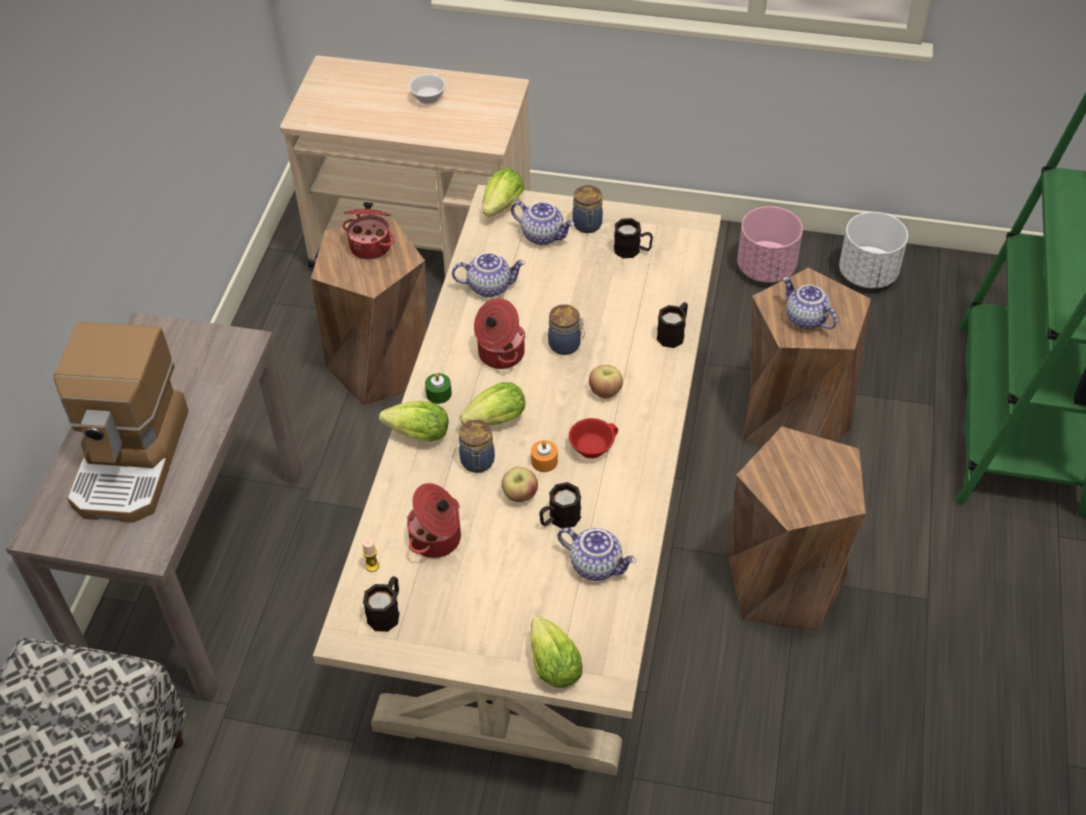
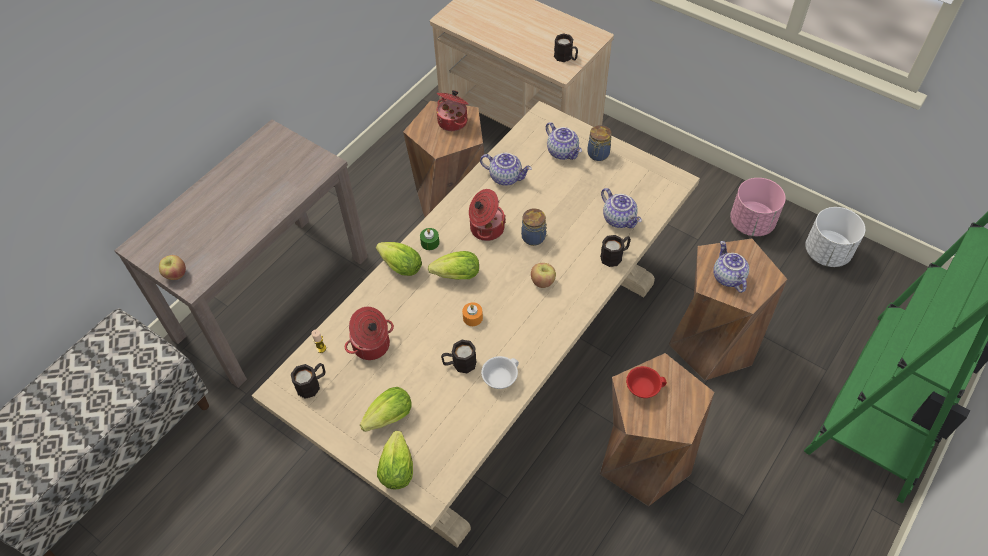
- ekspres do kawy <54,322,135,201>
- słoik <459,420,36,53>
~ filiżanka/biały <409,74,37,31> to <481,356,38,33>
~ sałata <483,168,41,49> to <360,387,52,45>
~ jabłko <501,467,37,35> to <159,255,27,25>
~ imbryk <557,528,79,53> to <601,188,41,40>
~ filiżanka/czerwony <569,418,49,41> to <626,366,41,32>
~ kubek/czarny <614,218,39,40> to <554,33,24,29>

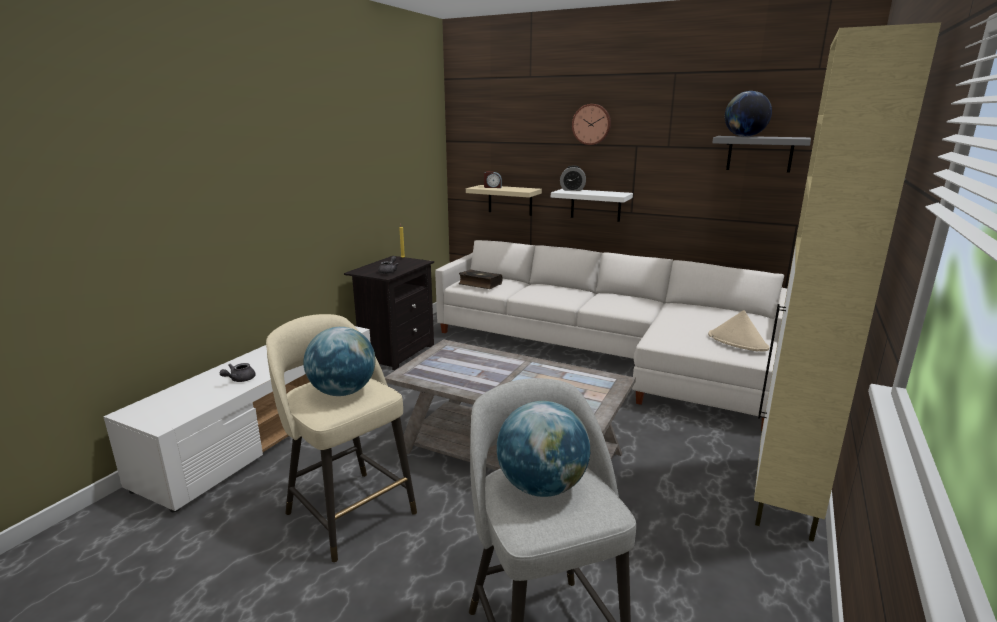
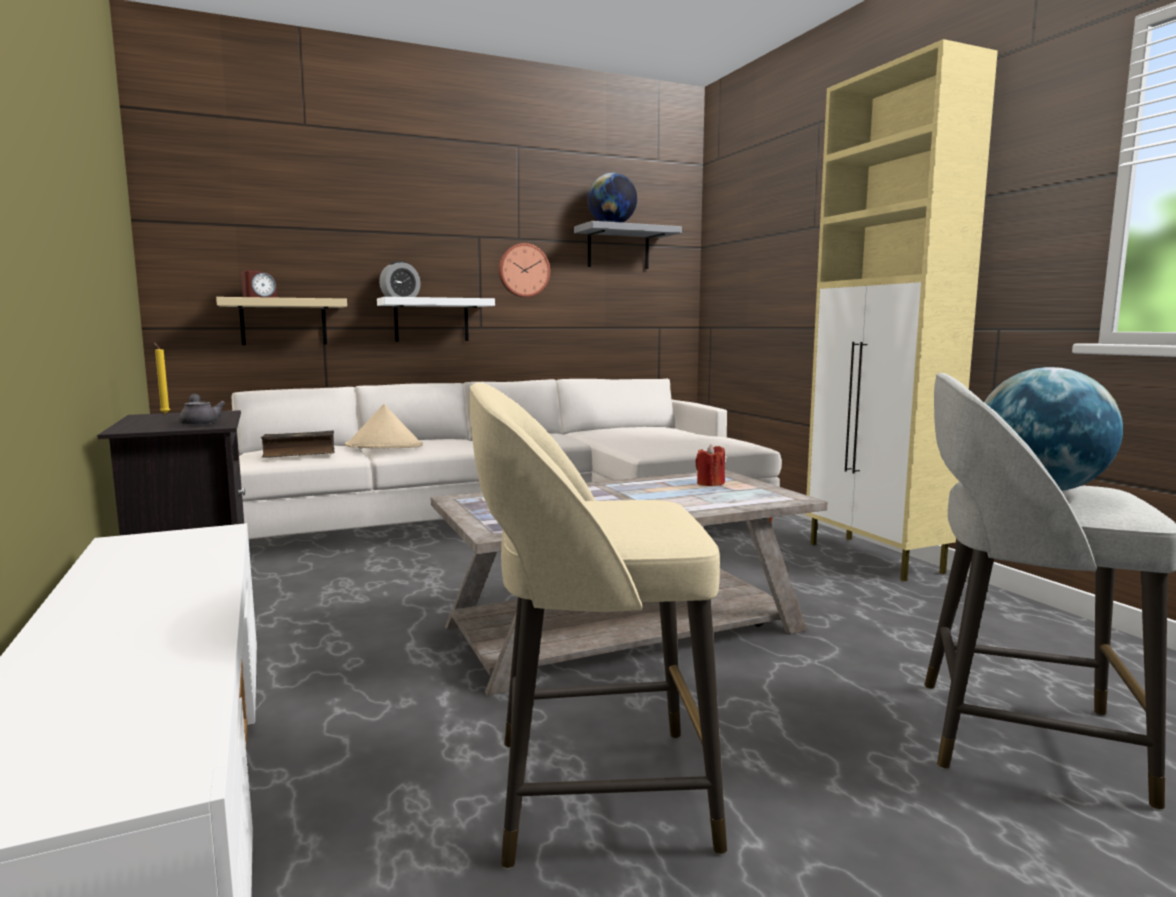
- imbryk/szary <220,363,36,19>
- globus <304,327,72,69>
+ świeca/czerwony <695,444,30,42>
~ zegar ścienny <572,104,39,41> to <499,243,51,54>
~ kapelusz/beżowy <708,310,62,41> to <345,404,78,44>

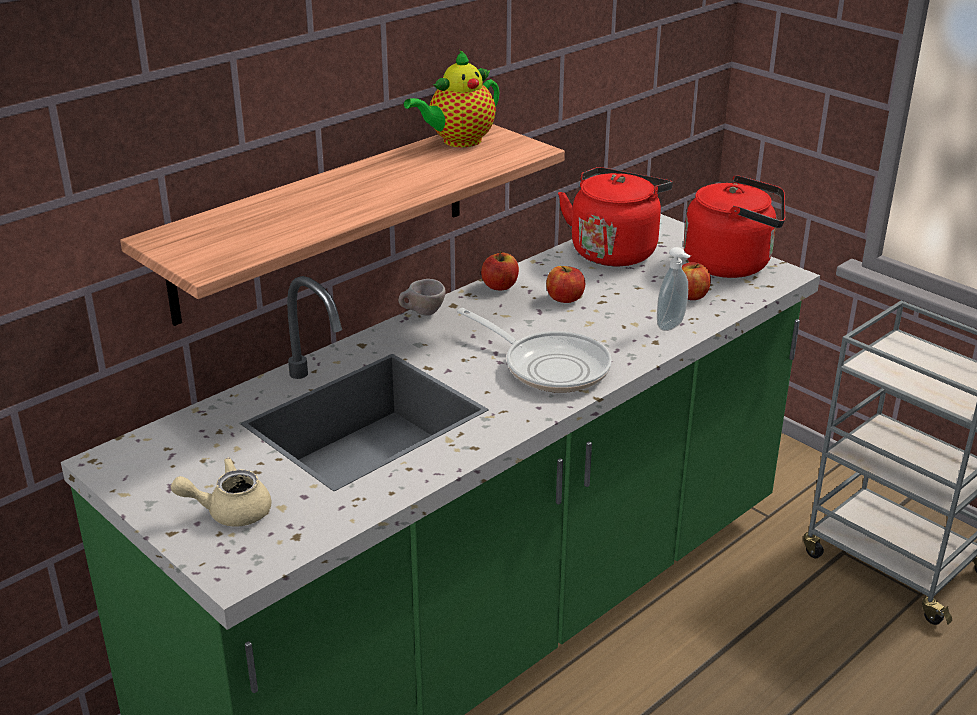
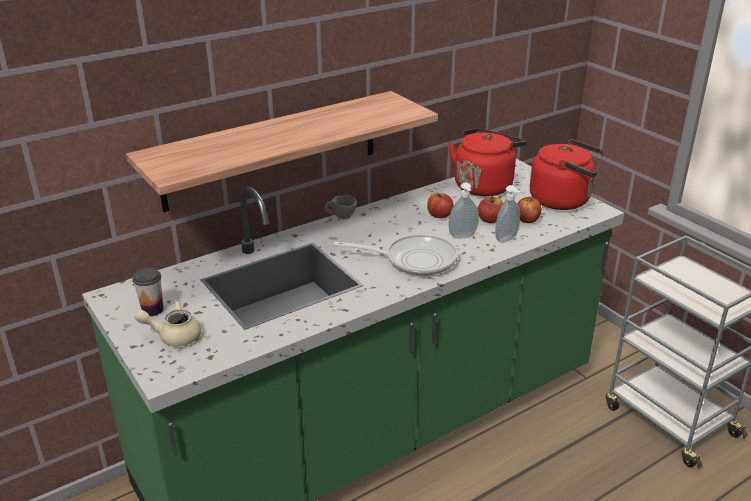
- imbryk <404,50,95,97>
+ filiżanka <132,268,31,48>
+ dozownik mydła <448,183,31,56>
~ jabłko <481,251,38,39> to <478,196,25,27>
~ patelnia <457,308,155,85> = <334,234,124,42> 45 degrees counterclockwise

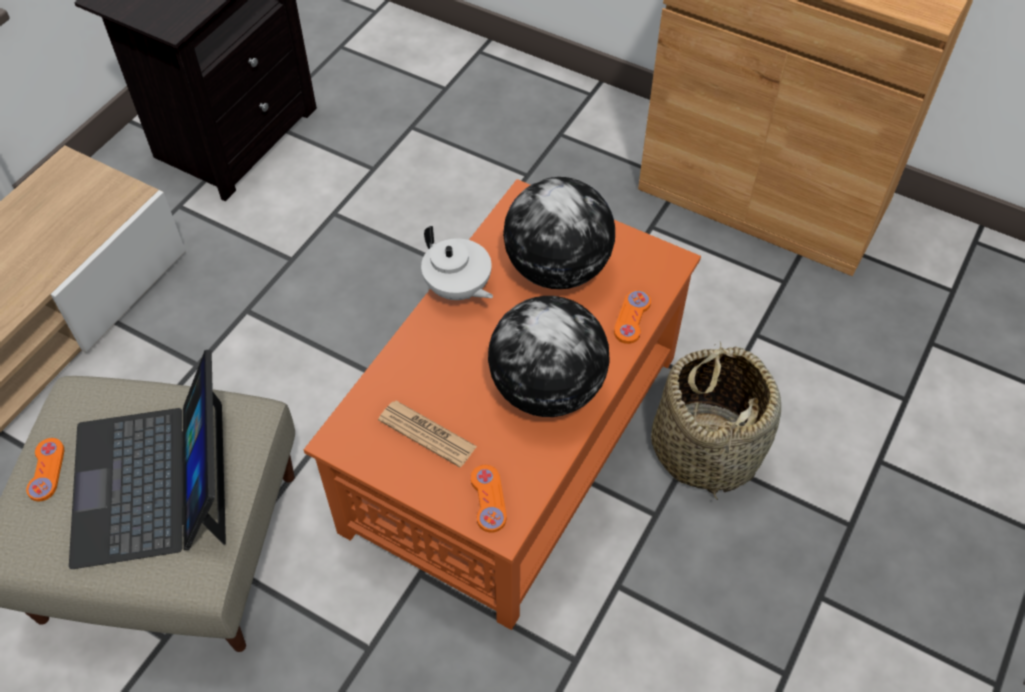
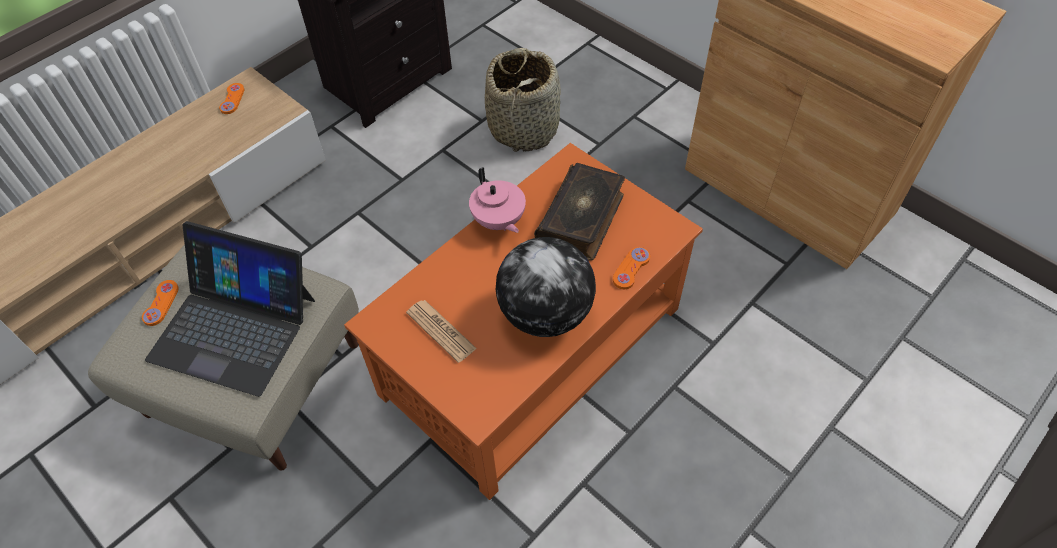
~ pad do gier/pomarańczowy <471,465,36,68> to <219,83,25,31>
~ koszyk <651,342,130,158> to <485,48,76,104>
~ globus <503,177,112,112> to książka <534,163,91,98>
~ imbryk/biały <421,226,72,74> to imbryk/różowy <469,167,57,66>
~ laptop <69,350,157,219> = <145,221,170,176> 75 degrees counterclockwise

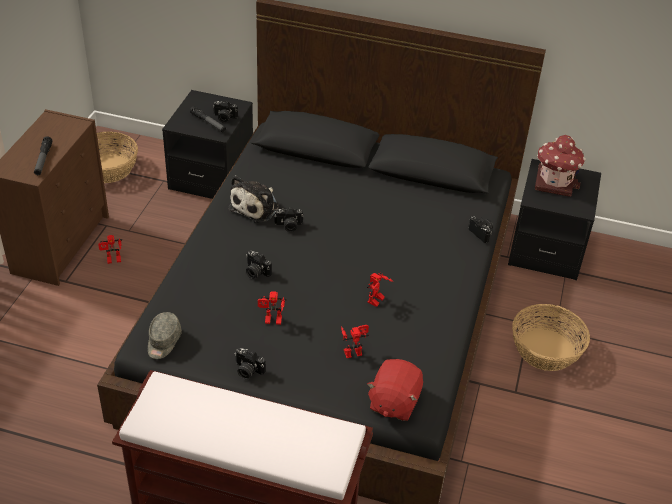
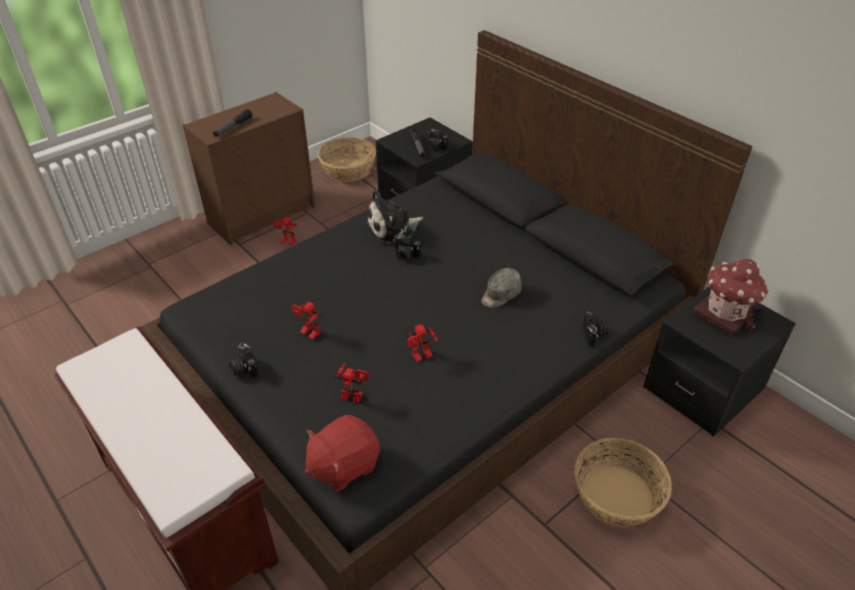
- aparat fotograficzny <246,250,26,29>
~ czapka z daszkiem/szary <148,312,34,47> to <481,268,40,40>

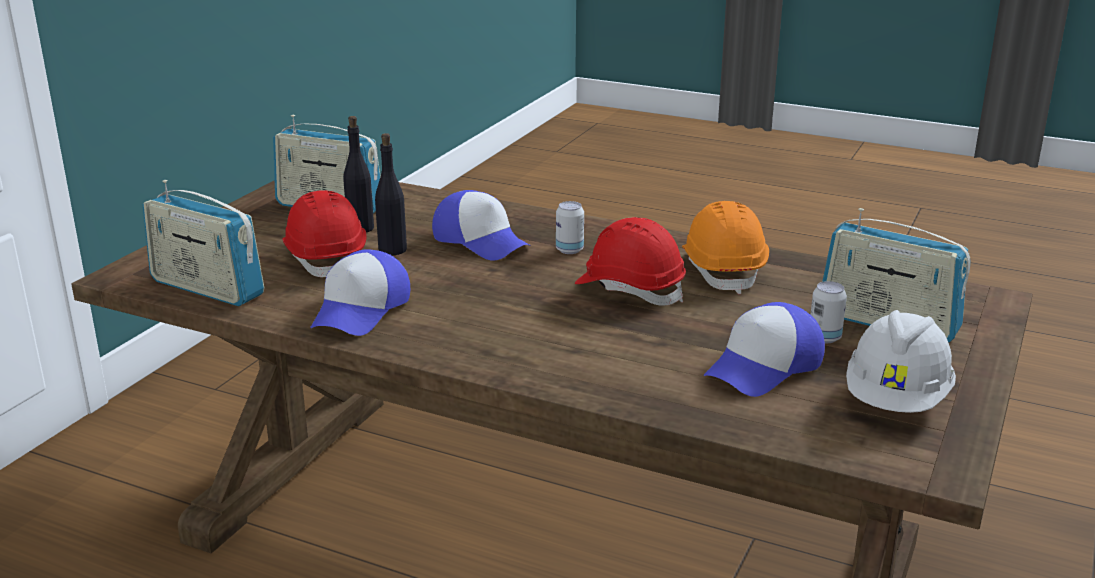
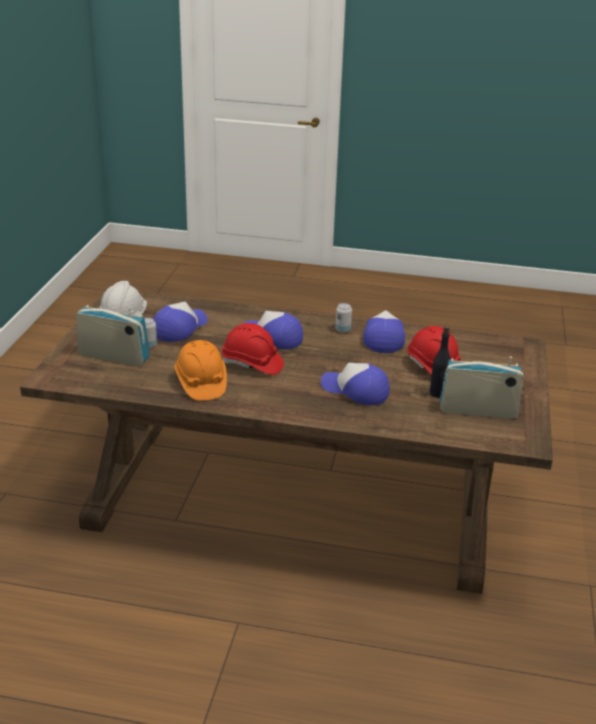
- radio <143,180,121,126>
- butelka/czarny <375,133,32,122>
+ czapka z daszkiem <244,311,59,38>
~ puszka <556,201,28,53> to <335,303,17,30>

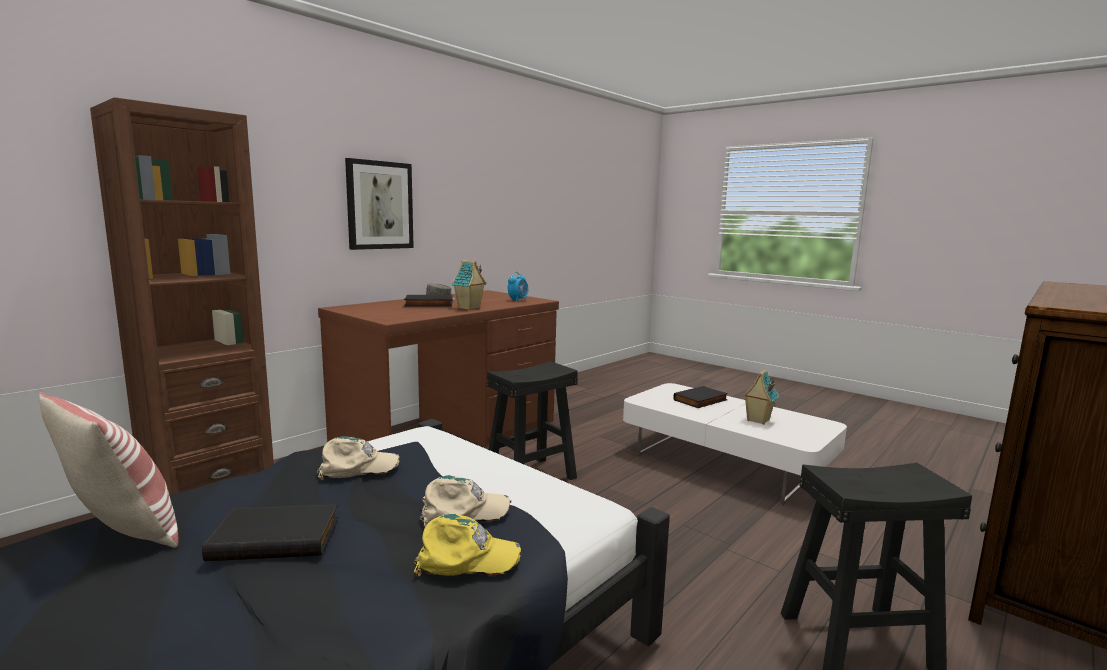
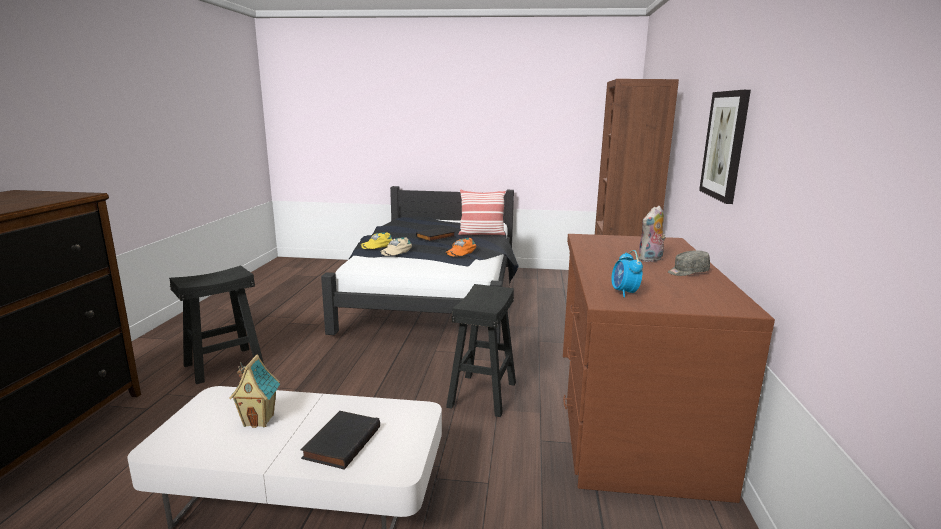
- domek <451,260,36,50>
~ książka/czarny <404,295,49,11> to pluszak <638,206,28,56>
~ czapka z daszkiem/beżowy <317,436,83,44> to czapka z daszkiem/pomarańczowy <446,238,30,18>

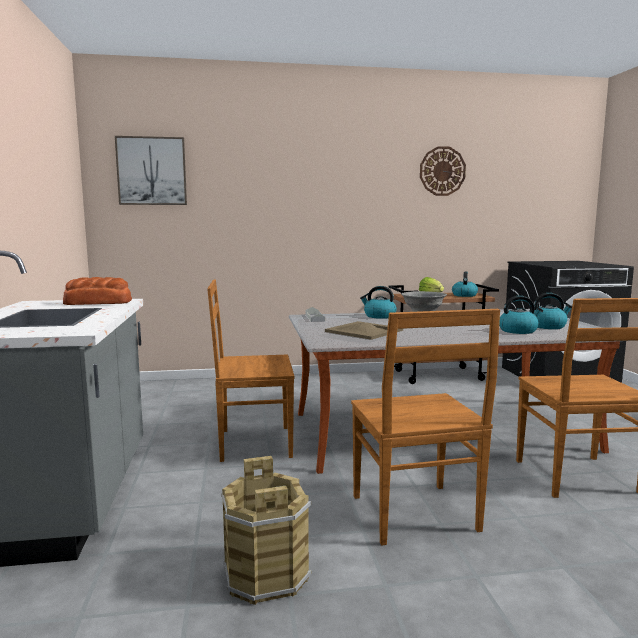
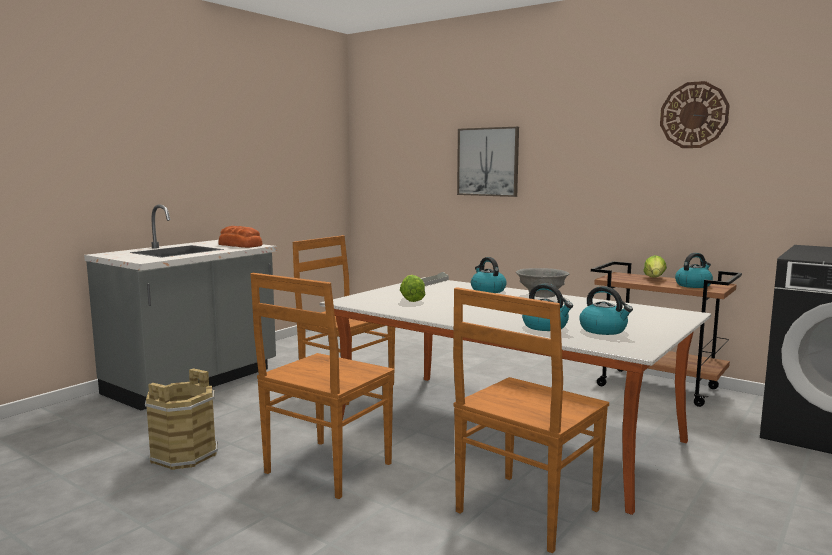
~ obraz <115,136,72,69> to <457,127,62,70>
~ taca/beżowy <325,321,78,19> to sałata <400,275,25,27>

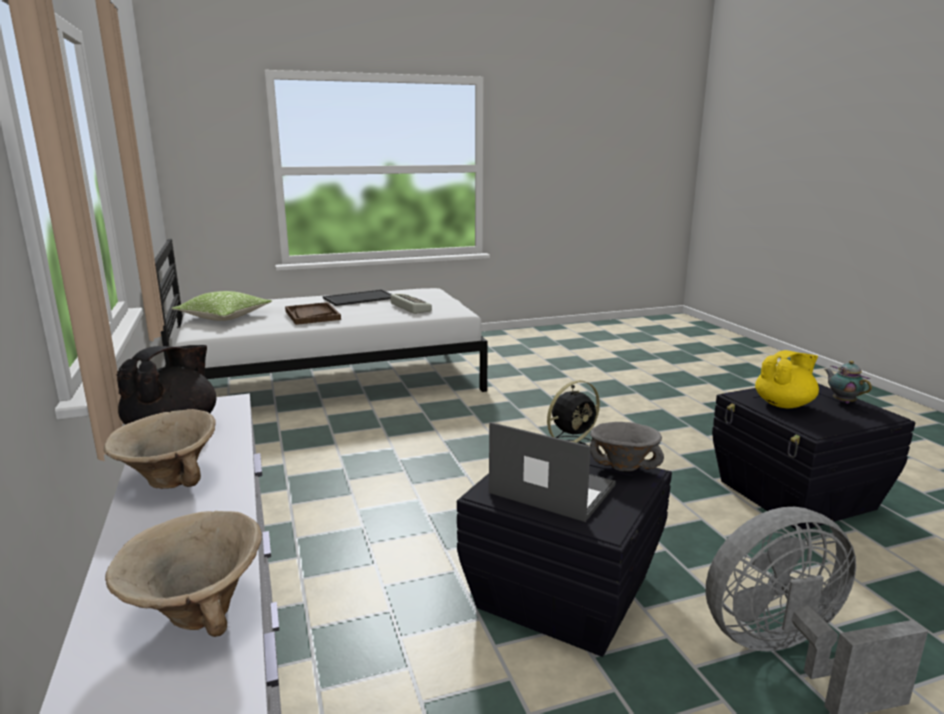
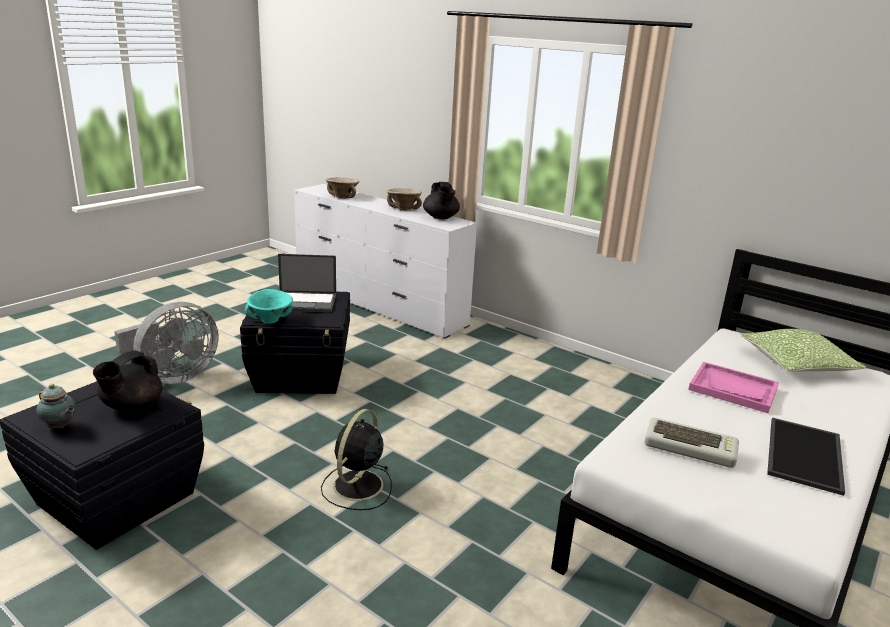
~ taca/brązowy <285,302,56,23> to taca/różowy <688,362,91,51>
~ miska/szary <590,422,74,49> to miska/turkusowy <245,289,48,35>
~ imbryk/żółty <755,350,64,58> to imbryk/czarny <93,350,70,62>

